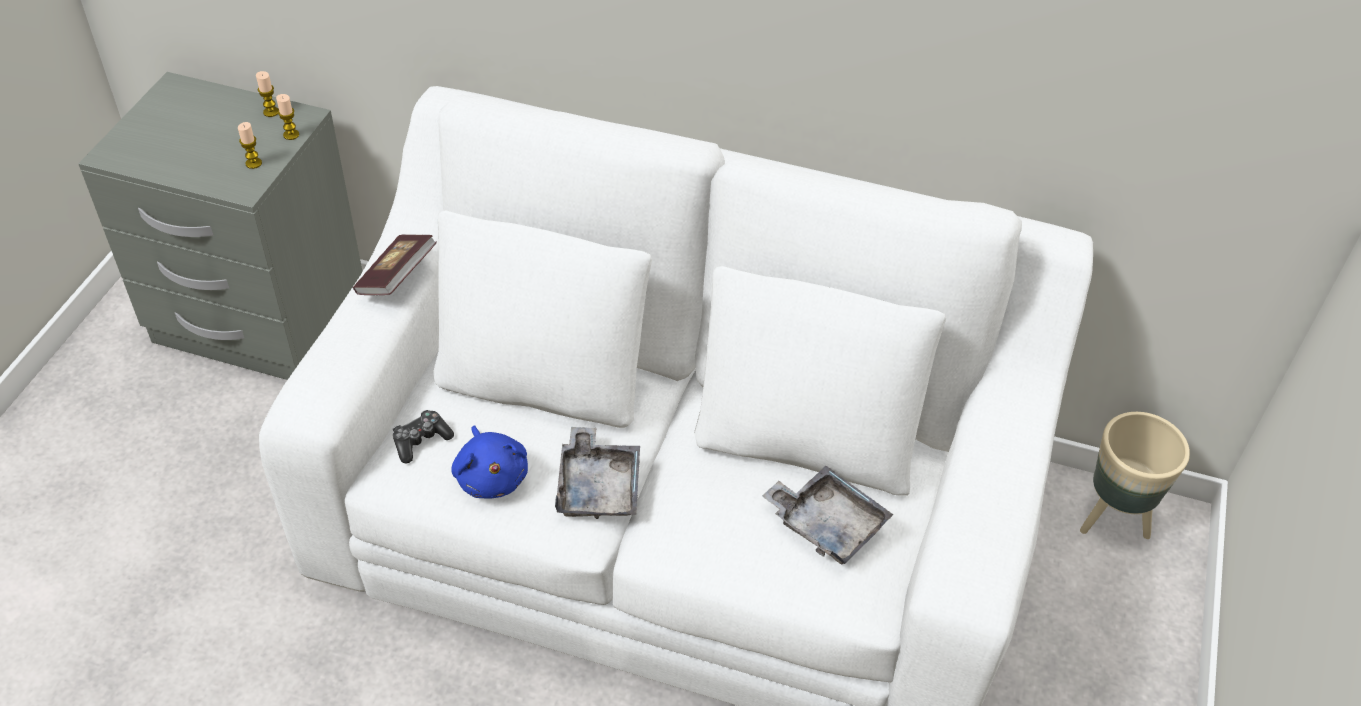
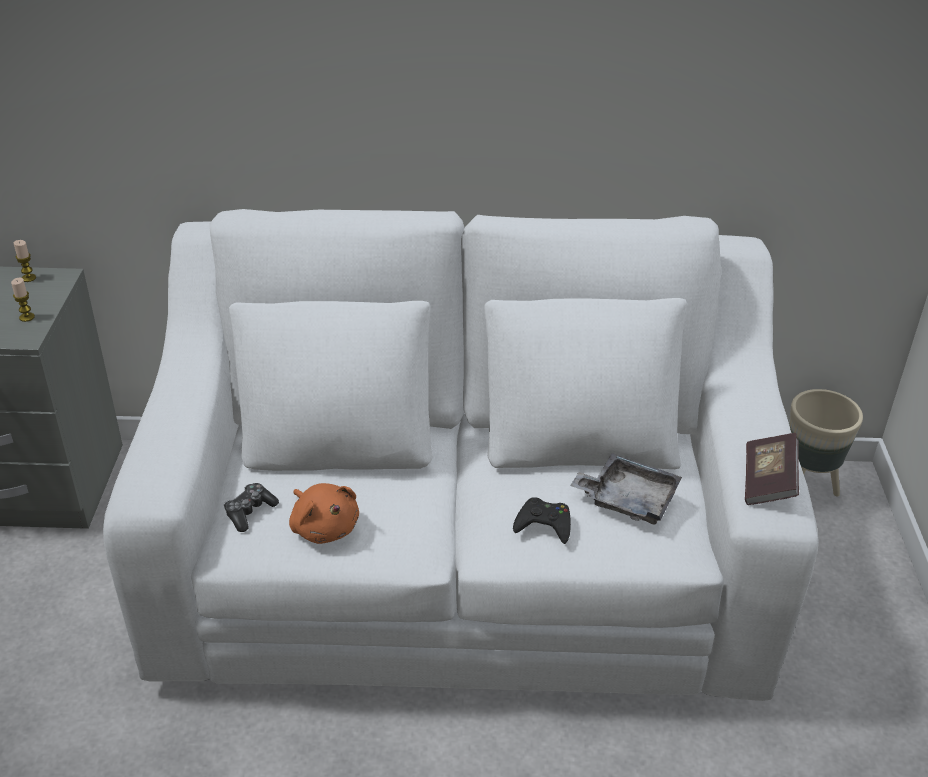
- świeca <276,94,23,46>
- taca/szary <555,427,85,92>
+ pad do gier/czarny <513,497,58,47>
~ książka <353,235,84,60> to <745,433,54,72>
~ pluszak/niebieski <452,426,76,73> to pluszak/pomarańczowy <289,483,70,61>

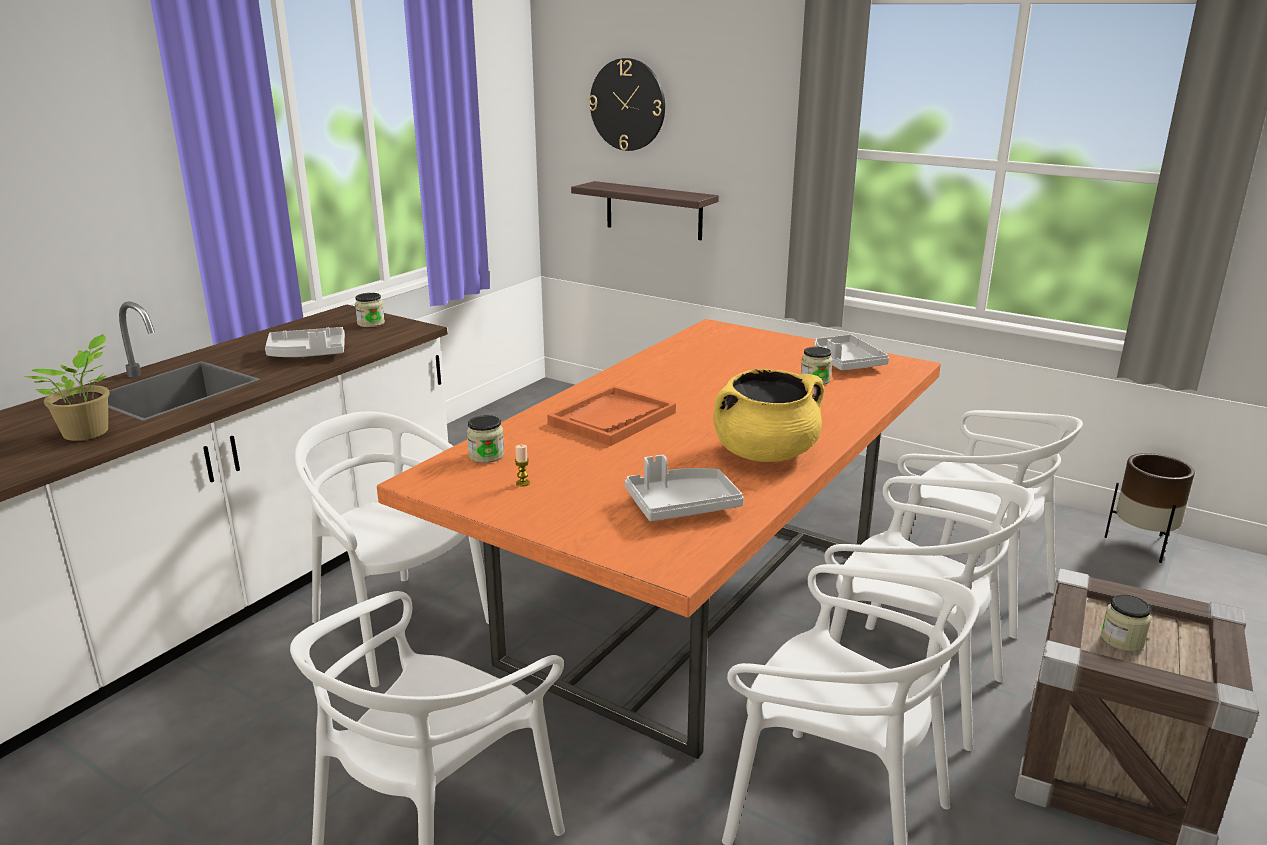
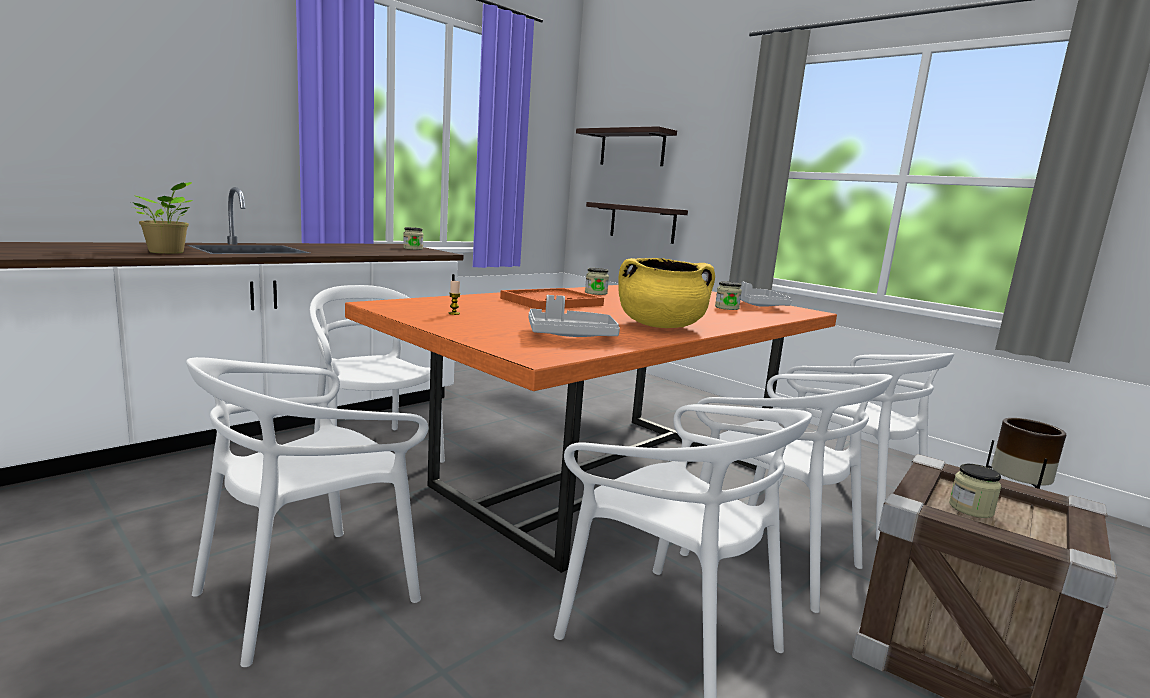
- taca/szary <265,327,80,30>
~ słoik <467,415,37,48> to <585,268,24,27>
~ zegar ścienny <589,58,76,93> to półka <576,126,101,40>

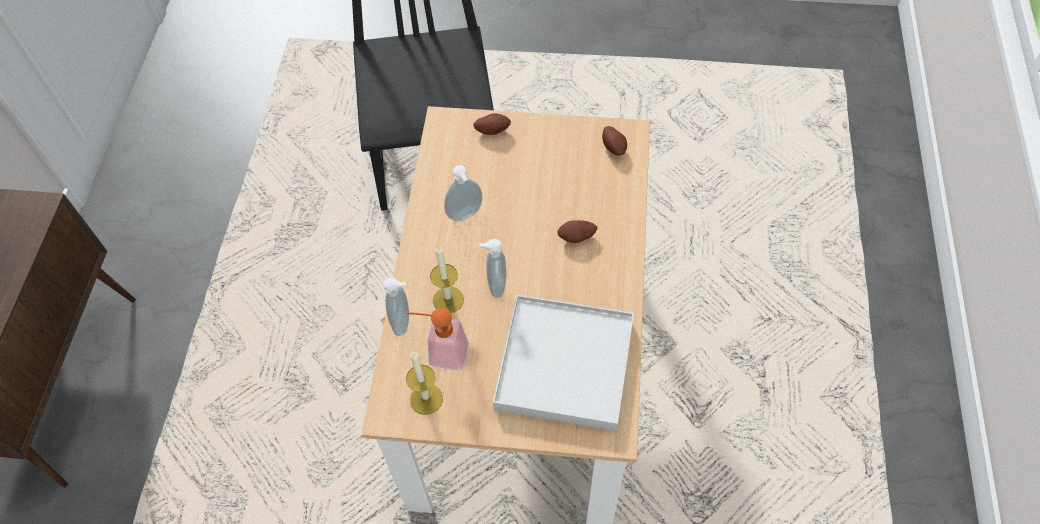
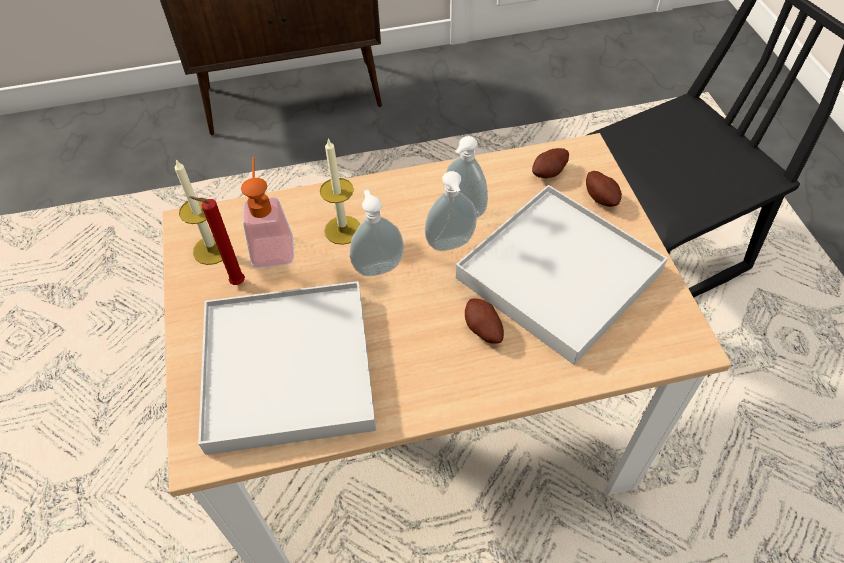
+ świeca/czerwony <189,196,56,89>
+ taca/biały <456,185,212,180>
~ dozownik mydła <383,277,26,59> to <425,171,52,80>
~ ziemniak <602,126,25,29> to <532,148,37,30>

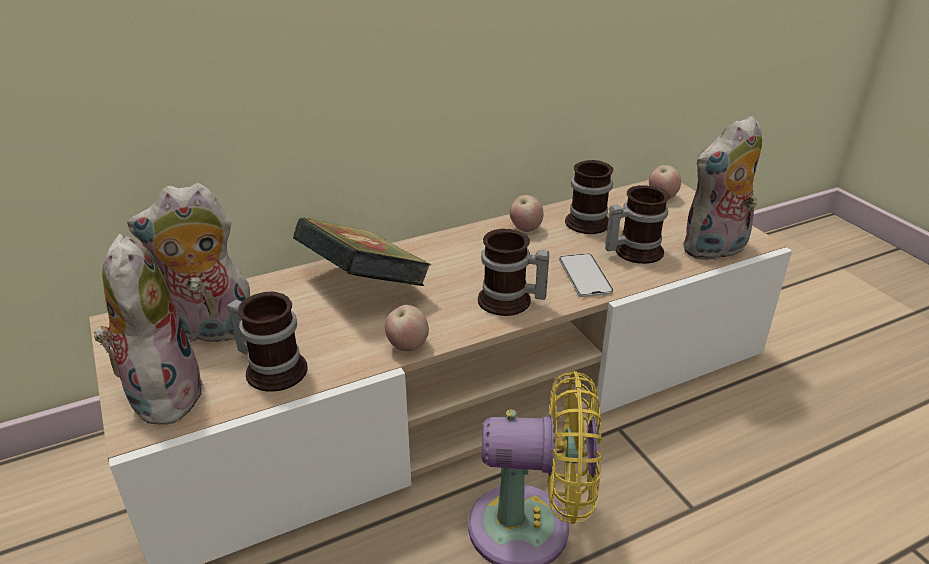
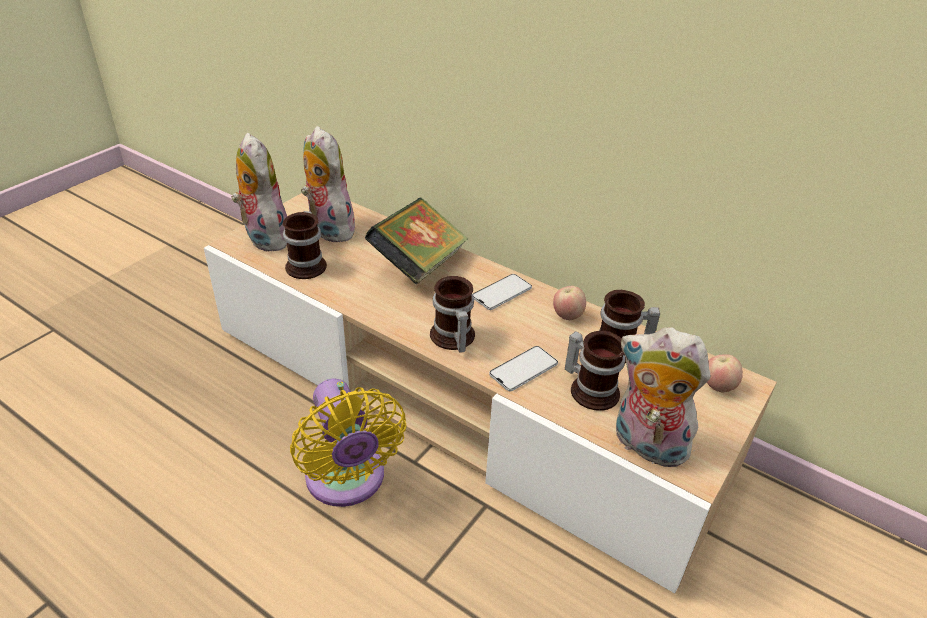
- jabłko <385,305,44,46>
+ telefon <473,274,59,36>
~ pluszak <93,234,111,191> = <231,133,56,118> 75 degrees counterclockwise

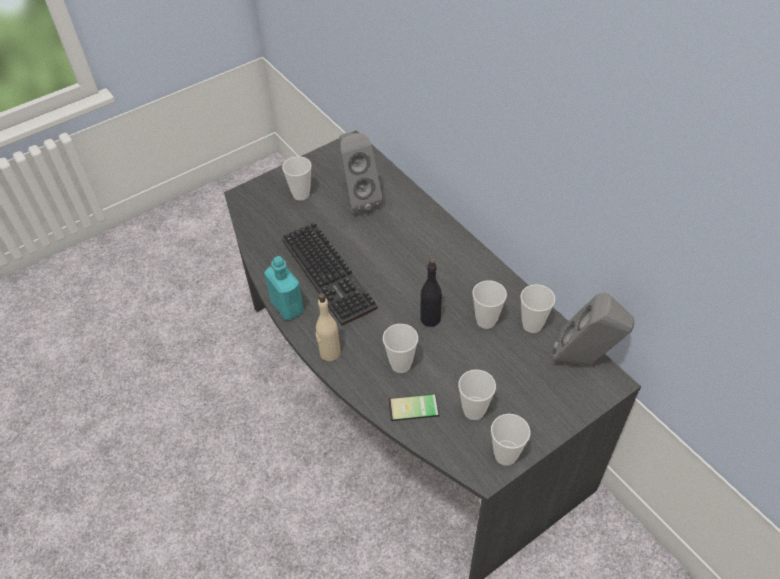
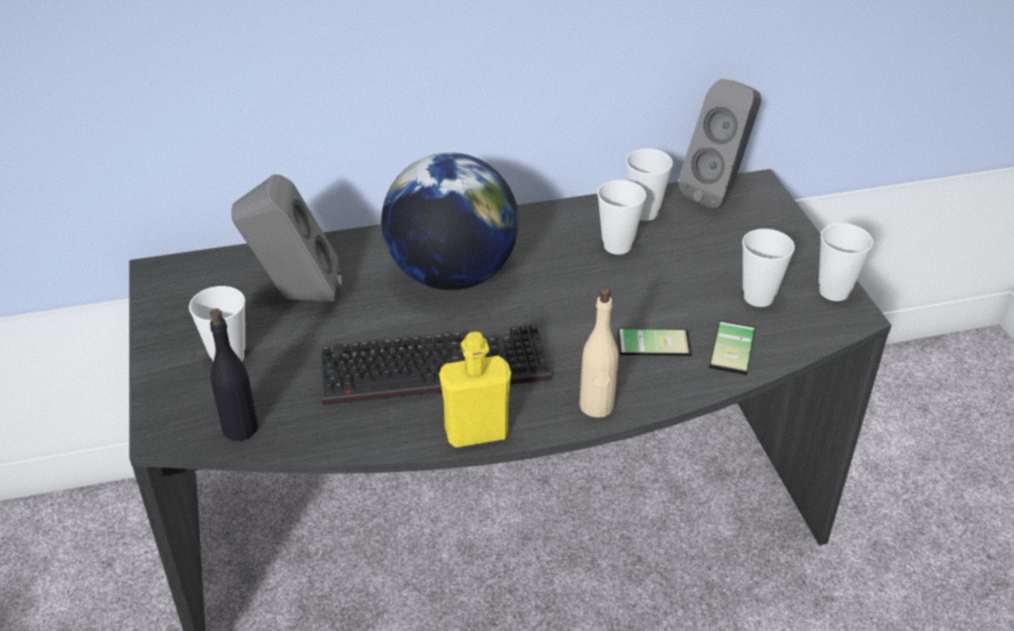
+ globus <381,152,138,138>
~ butelka/czarny <420,258,22,69> to <210,308,48,133>
~ filiżanka <383,324,35,49> to telefon <618,329,74,27>
~ butelka/turkusowy <264,256,40,64> to butelka/żółty <439,332,72,116>

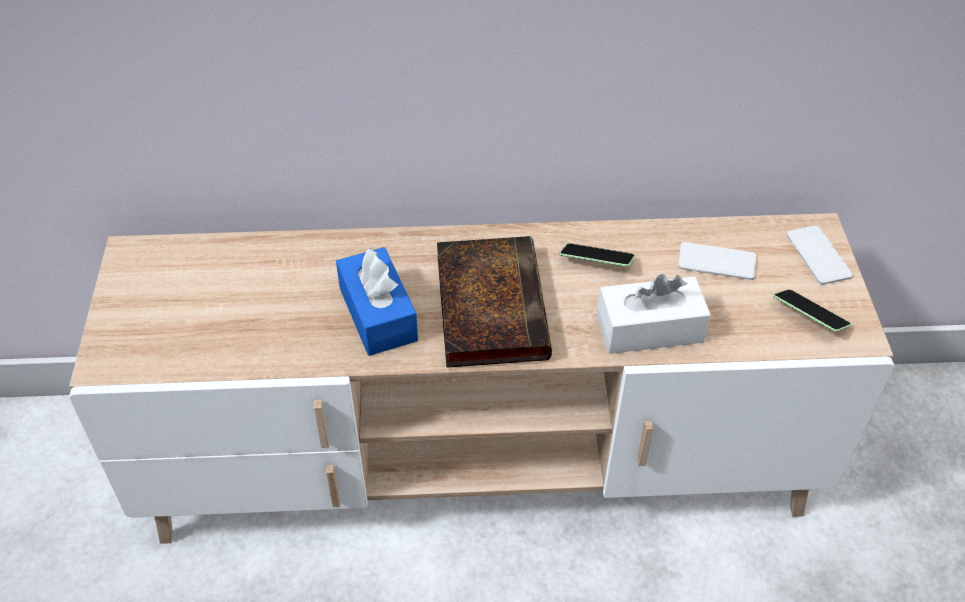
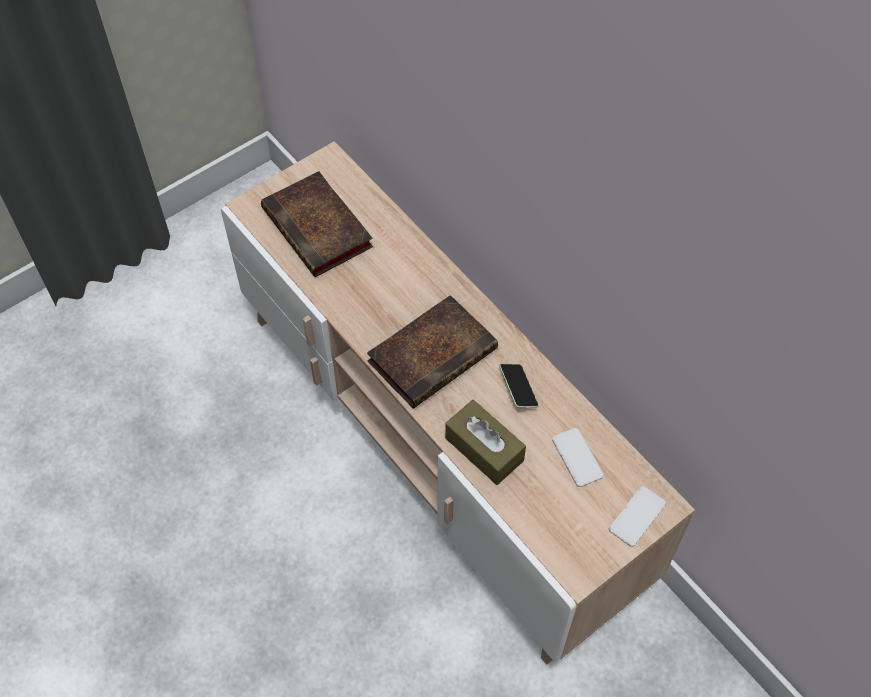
- pudełko chusteczek/niebieski <336,247,82,109>
- telefon <773,289,78,43>
+ książka <261,171,112,106>
~ pudełko chusteczek/biały <597,274,114,80> to pudełko chusteczek/brązowy <445,400,81,85>

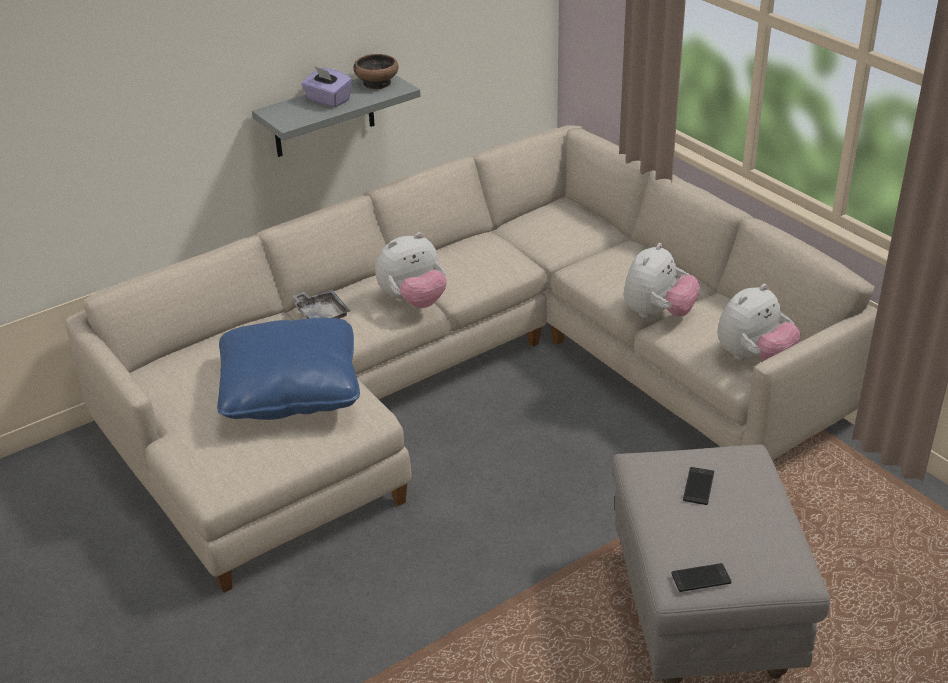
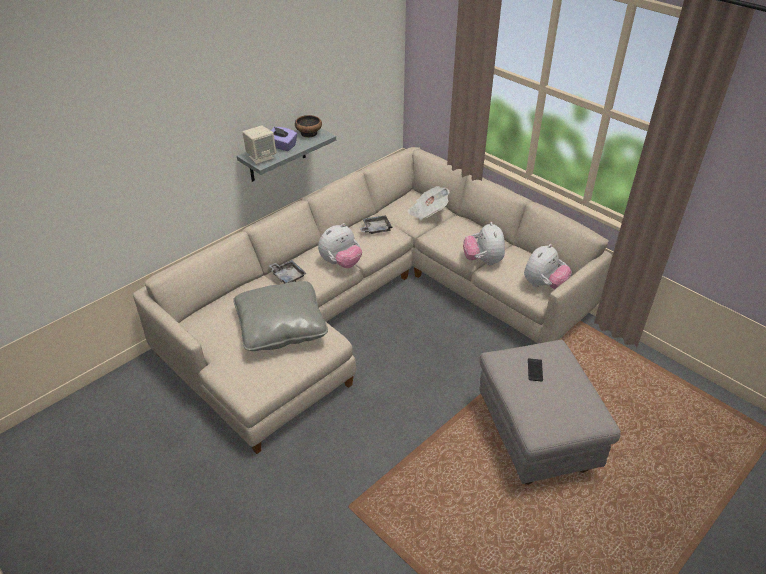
- telefon <671,563,60,29>
+ głośnik/beżowy <242,126,34,38>
+ taca/szary <360,215,33,19>
+ gazeta <407,186,43,35>
~ poduszka/niebieski <217,318,143,102> to poduszka/szary <233,281,95,70>
~ pluszak <624,243,76,75> = <463,222,42,43> 150 degrees clockwise

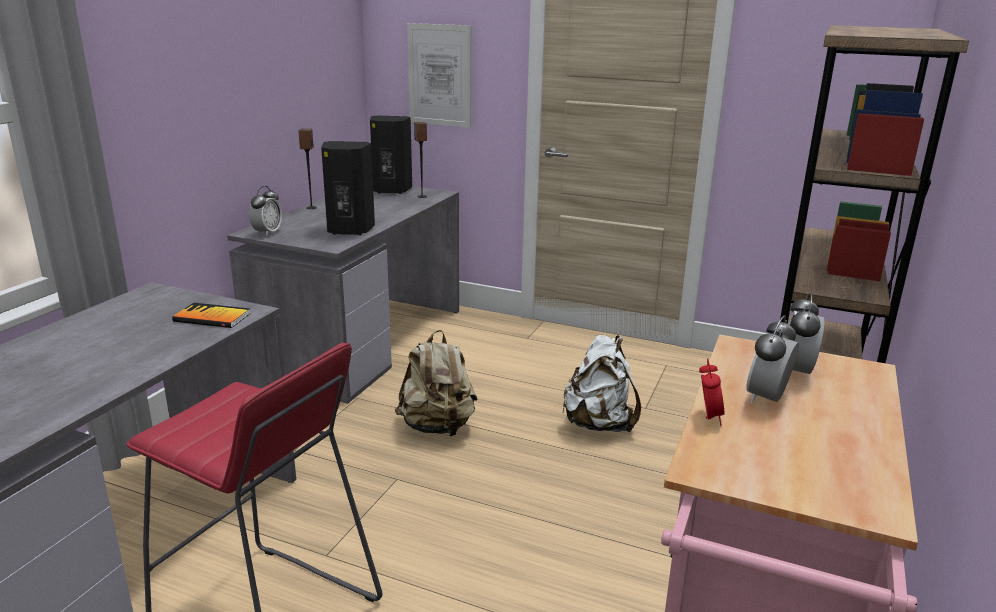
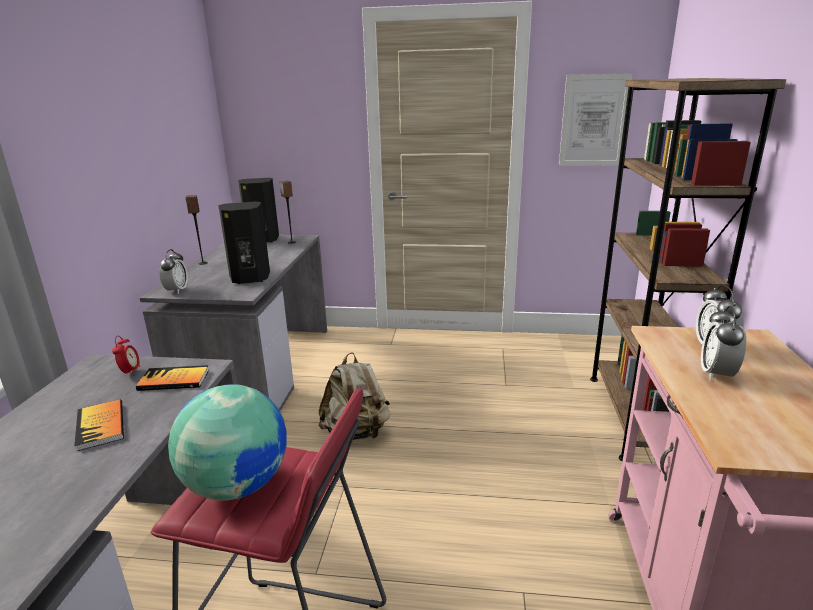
- plecak/biały <562,335,79,97>
+ książka <74,399,50,52>
+ globus <168,384,119,117>
~ obraz <407,23,64,105> to <559,73,74,93>
~ budzik <699,358,26,68> to <112,335,28,41>

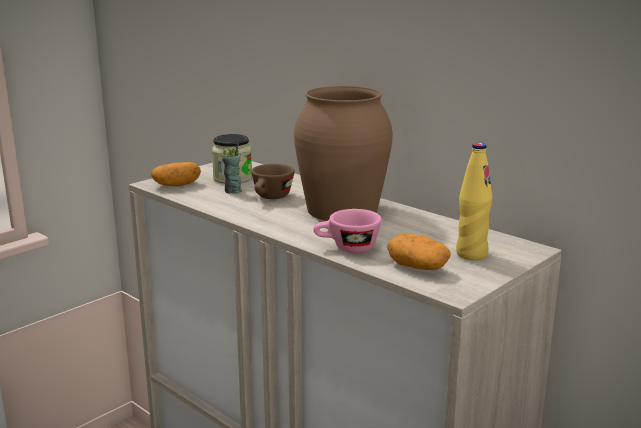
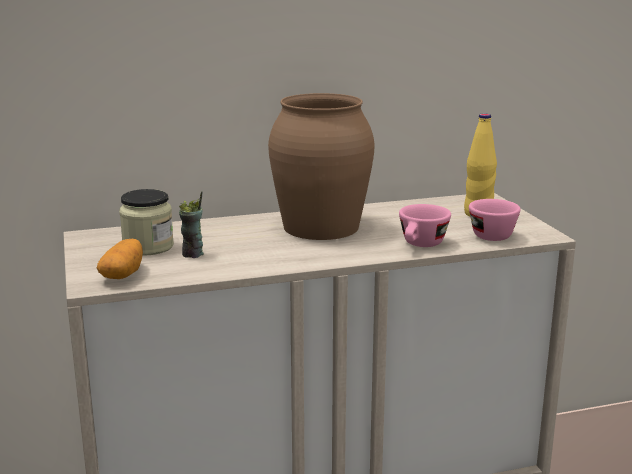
- filiżanka/brązowy <251,164,44,35>
~ ziemniak <387,233,64,37> to filiżanka/różowy <469,199,52,42>

